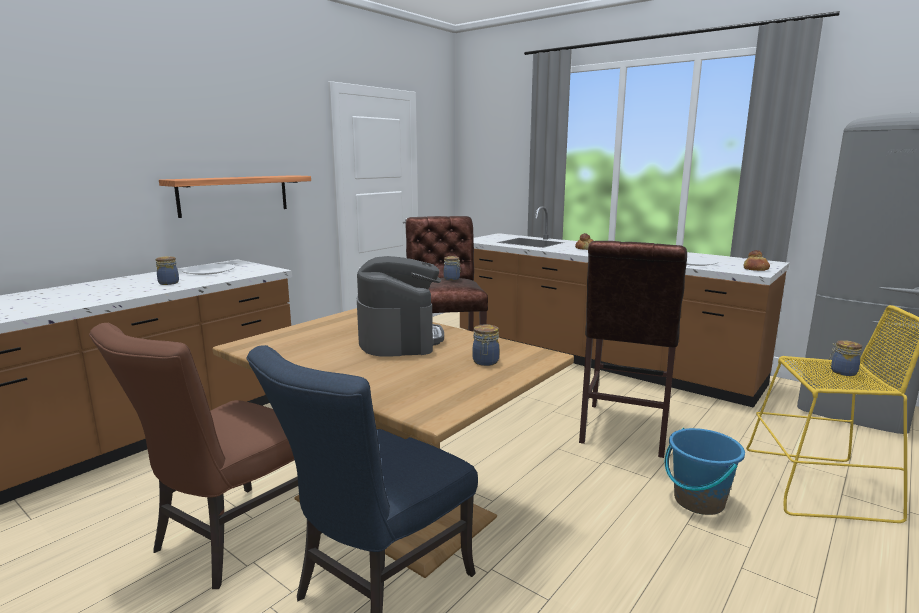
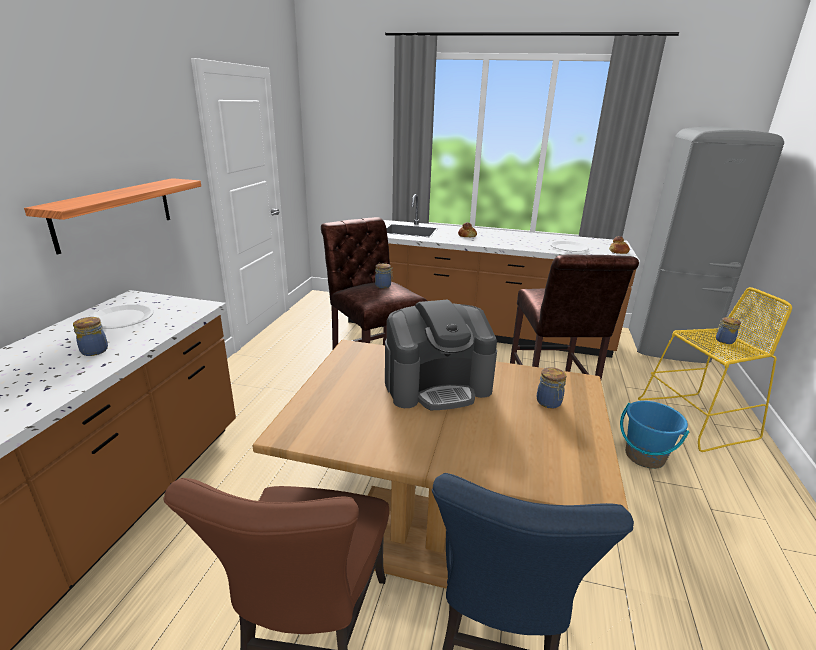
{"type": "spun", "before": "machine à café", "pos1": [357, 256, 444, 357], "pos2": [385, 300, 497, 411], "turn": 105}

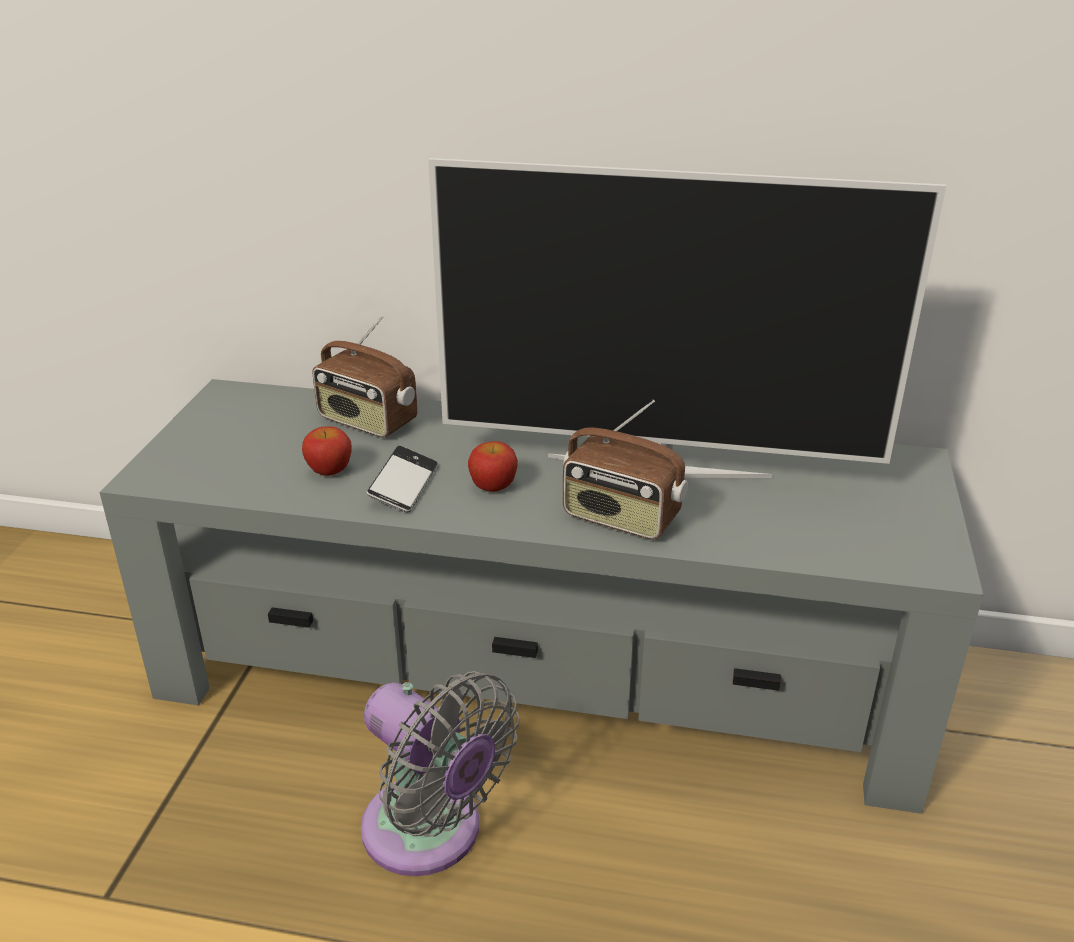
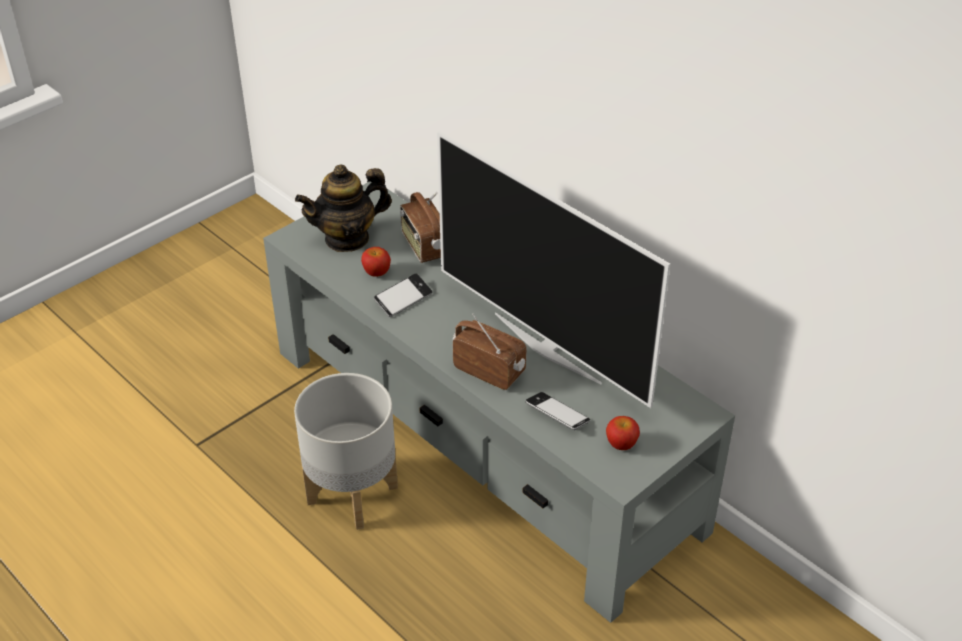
{"type": "exchanged", "before": "ventilateur/gris", "after": "cache-pot/gris", "pos1": [361, 671, 520, 876], "pos2": [294, 373, 398, 530]}
{"type": "relocated", "before": "pomme", "pos1": [468, 441, 518, 492], "pos2": [606, 416, 640, 450]}
{"type": "spun", "before": "radio", "pos1": [563, 400, 688, 540], "pos2": [453, 314, 526, 390], "turn": 150}
{"type": "appeared", "after": "théière", "pos2": [295, 165, 392, 252]}
{"type": "appeared", "after": "téléphone", "pos2": [525, 392, 590, 430]}

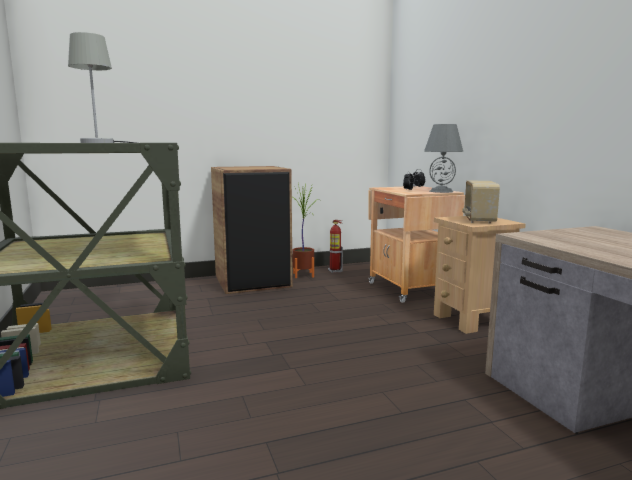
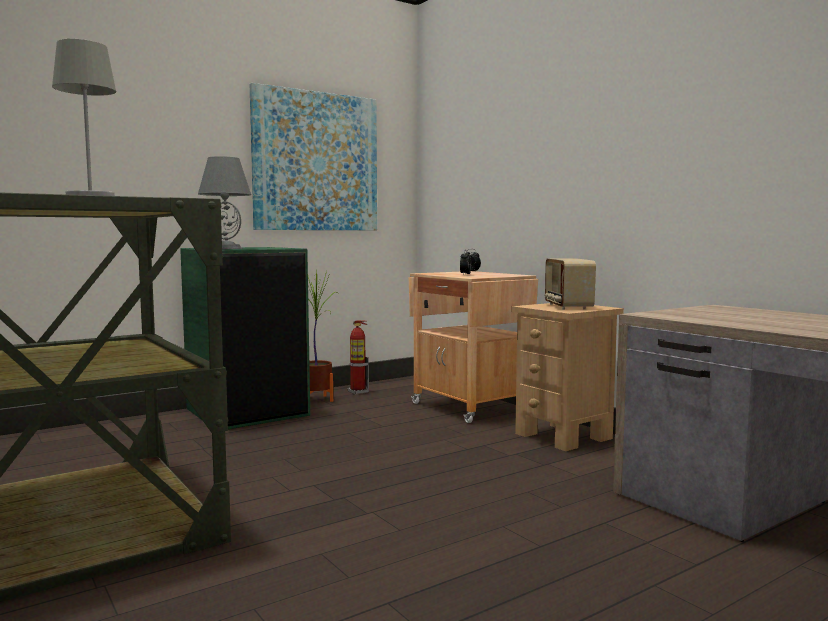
{"type": "colour", "before": "meuble de rangement/marron", "after": "meuble de rangement/vert", "pos1": [211, 166, 293, 294], "pos2": [180, 247, 310, 429]}
{"type": "relocated", "before": "lampe de table/gris", "pos1": [424, 124, 463, 193], "pos2": [198, 156, 251, 249]}
{"type": "appeared", "after": "tableau", "pos2": [250, 83, 377, 230]}

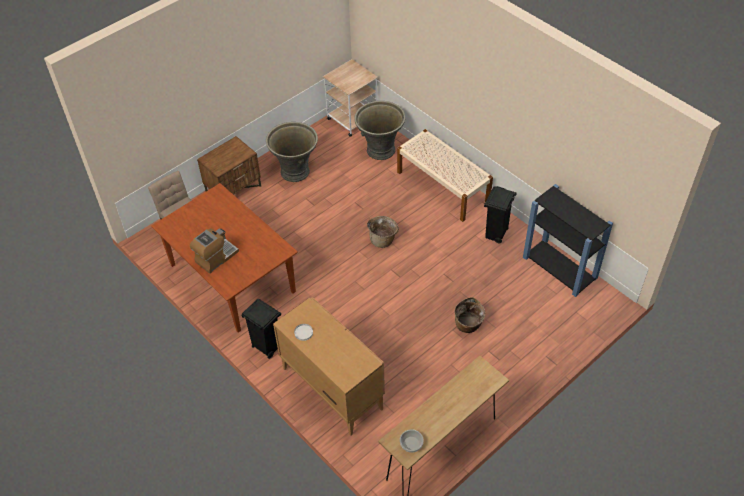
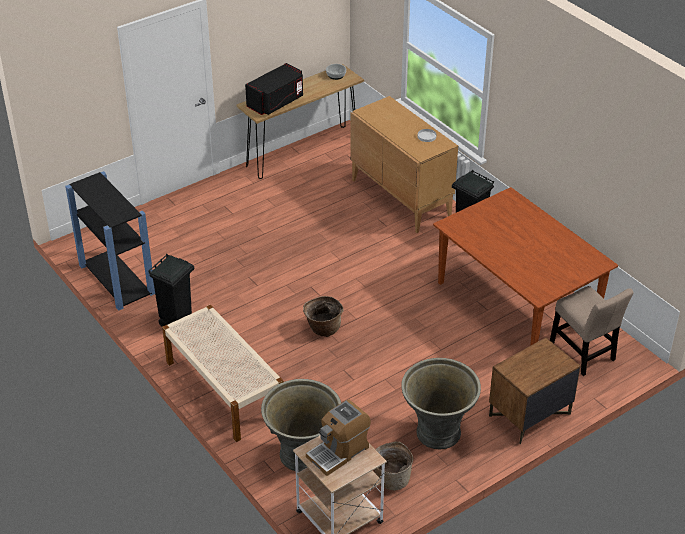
{"type": "relocated", "before": "machine à café", "pos1": [190, 228, 239, 274], "pos2": [306, 400, 371, 476]}
{"type": "relocated", "before": "panier", "pos1": [455, 297, 485, 333], "pos2": [374, 441, 413, 490]}
{"type": "appeared", "after": "micro-ondes/noir", "pos2": [245, 63, 303, 115]}

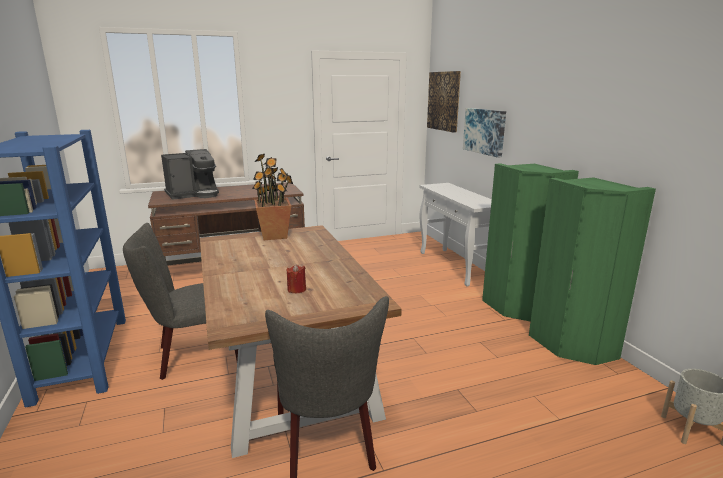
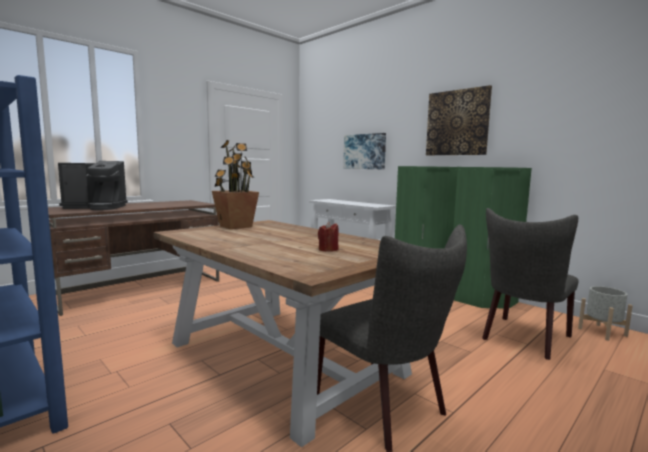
{"type": "relocated", "before": "chaise/gris", "pos1": [123, 223, 238, 380], "pos2": [482, 208, 578, 360]}
{"type": "spun", "before": "machine à café", "pos1": [161, 149, 219, 200], "pos2": [58, 161, 128, 210], "turn": 45}
{"type": "relocated", "before": "tableau", "pos1": [427, 71, 461, 133], "pos2": [426, 85, 492, 155]}

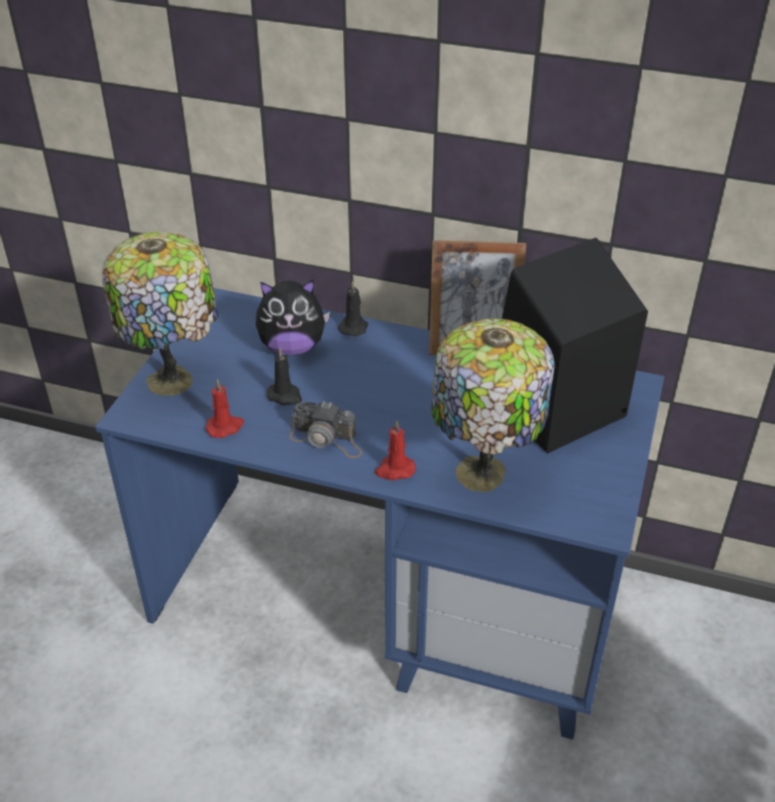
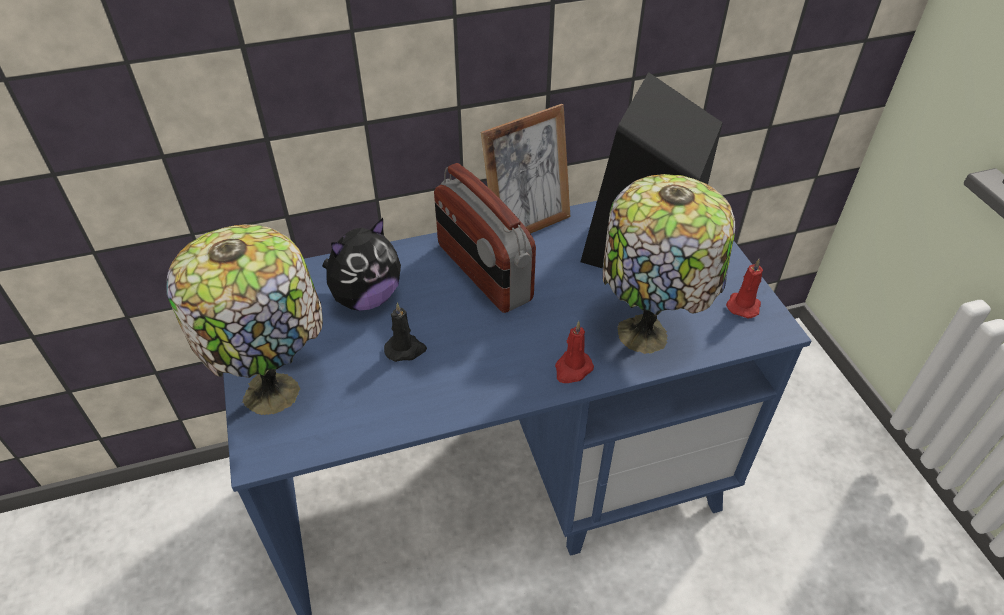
{"type": "relocated", "before": "bougie/rouge", "pos1": [205, 379, 244, 438], "pos2": [726, 259, 763, 318]}
{"type": "missing", "before": "appareil photo", "pos1": [289, 401, 362, 458]}
{"type": "missing", "before": "bougie/noir", "pos1": [338, 281, 368, 336]}
{"type": "appeared", "after": "radio", "pos2": [434, 163, 536, 313]}

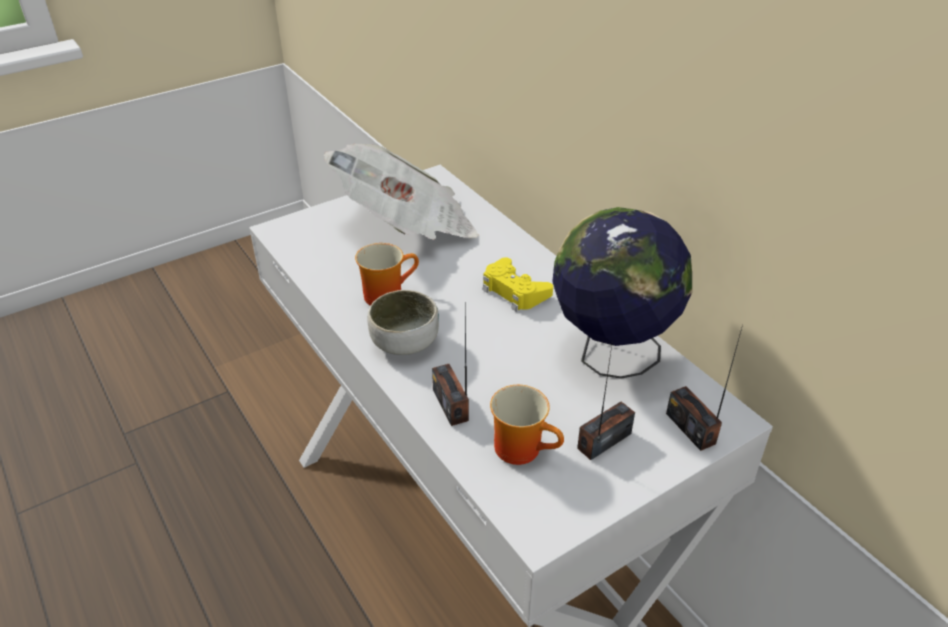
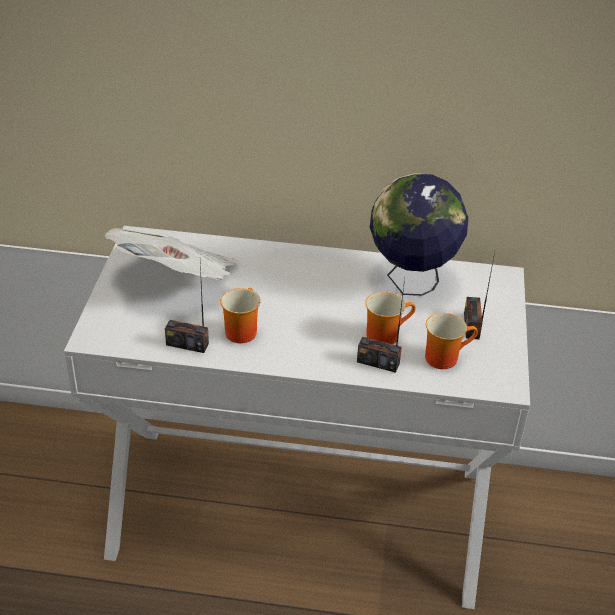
{"type": "missing", "before": "bol", "pos1": [367, 290, 439, 355]}
{"type": "missing", "before": "manette/jaune", "pos1": [483, 257, 553, 312]}
{"type": "relocated", "before": "radio", "pos1": [666, 324, 743, 451], "pos2": [165, 264, 209, 353]}
{"type": "appeared", "after": "mug", "pos2": [365, 291, 416, 344]}

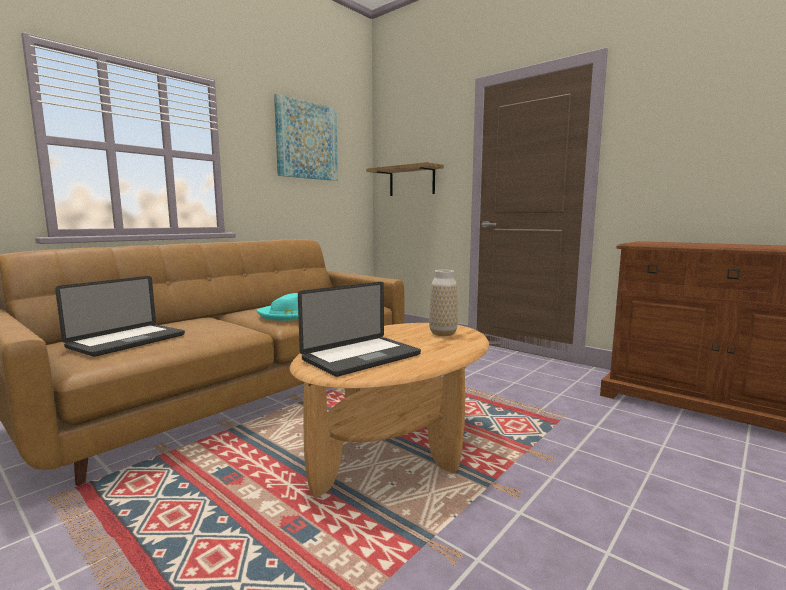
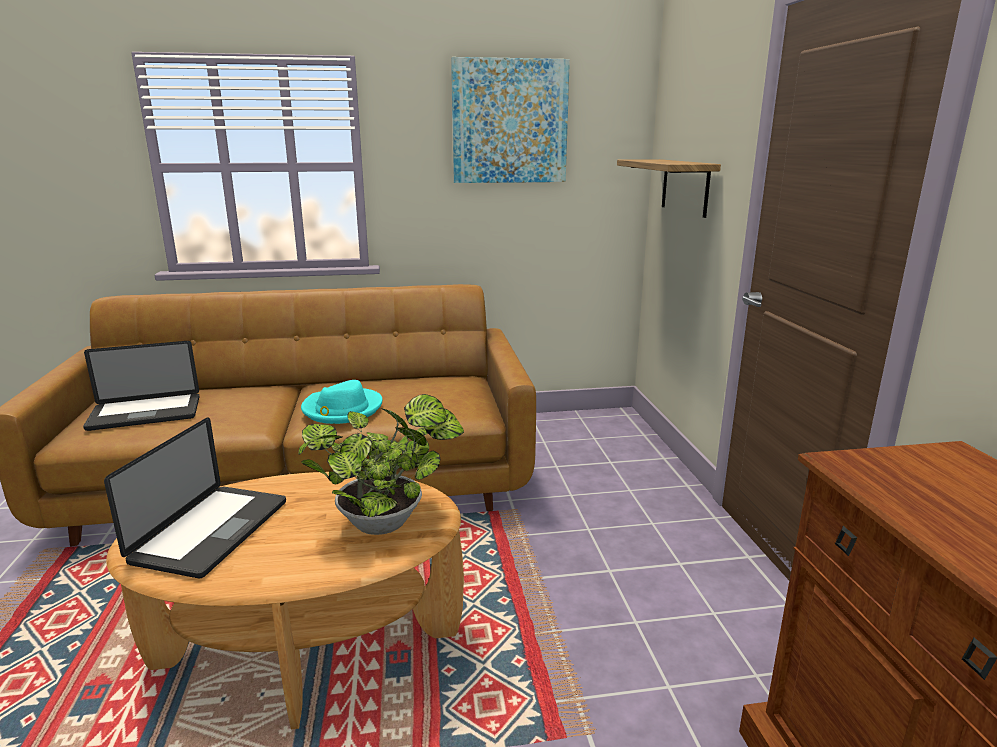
{"type": "spun", "before": "ordinateur portable", "pos1": [298, 282, 421, 377], "pos2": [104, 417, 286, 579], "turn": -75}
{"type": "exchanged", "before": "vase", "after": "plante en pot", "pos1": [429, 270, 458, 336], "pos2": [298, 394, 464, 535]}

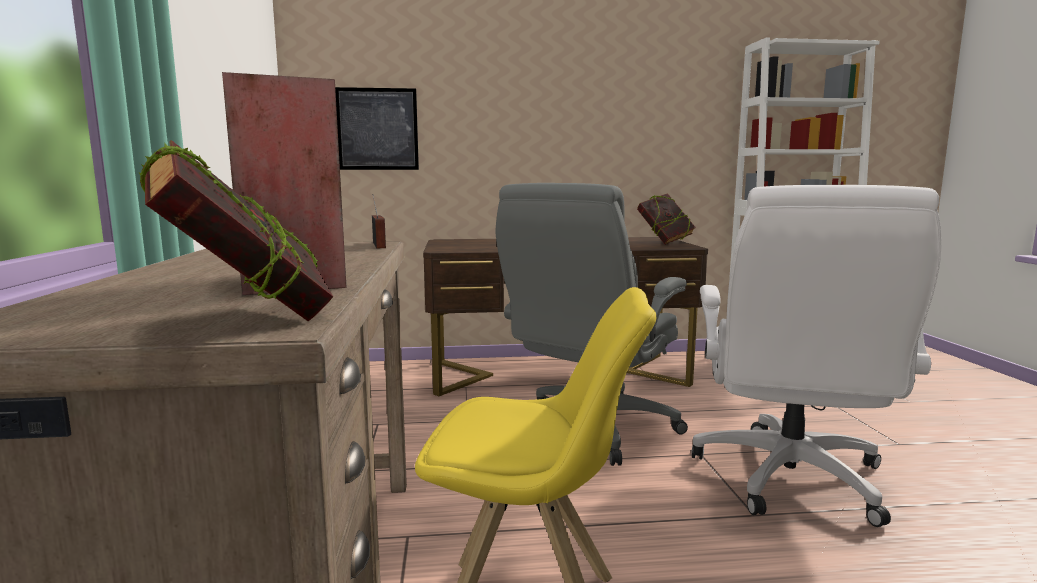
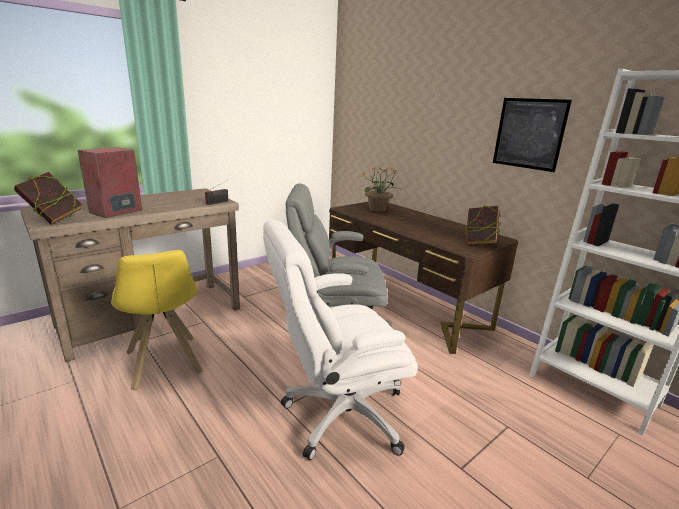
{"type": "relocated", "before": "tableau", "pos1": [335, 87, 419, 170], "pos2": [493, 98, 572, 172]}
{"type": "appeared", "after": "plante en pot", "pos2": [362, 167, 400, 212]}

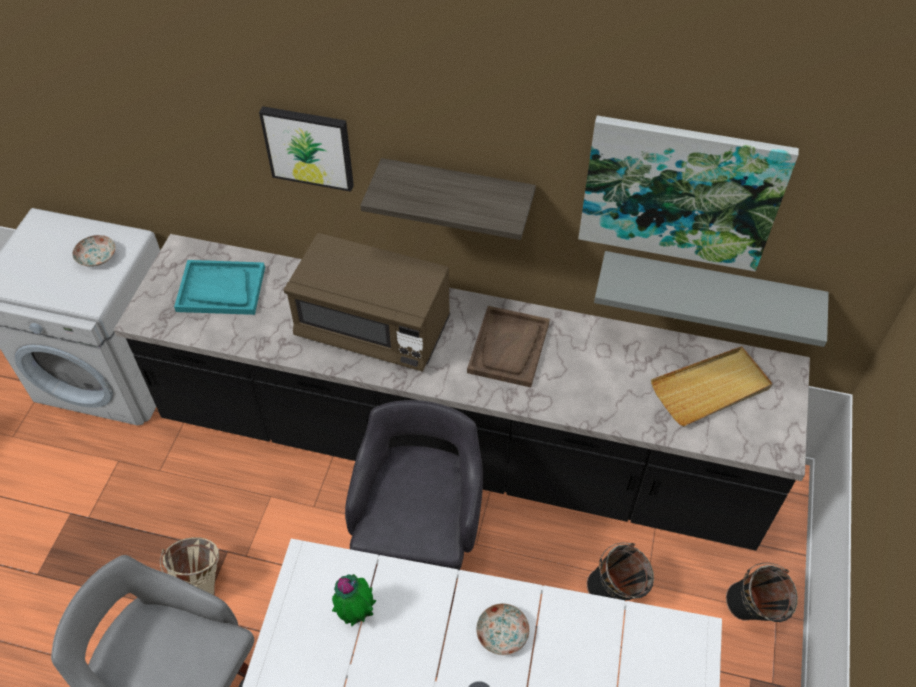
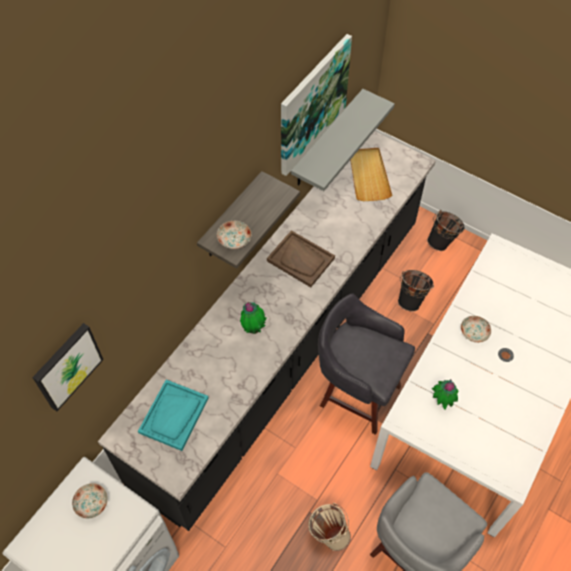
{"type": "relocated", "before": "tableau", "pos1": [259, 106, 354, 192], "pos2": [32, 323, 104, 411]}
{"type": "exchanged", "before": "micro-ondes/marron", "after": "plante en pot", "pos1": [284, 233, 450, 372], "pos2": [240, 302, 267, 334]}
{"type": "appeared", "after": "assiette", "pos2": [217, 221, 251, 249]}

